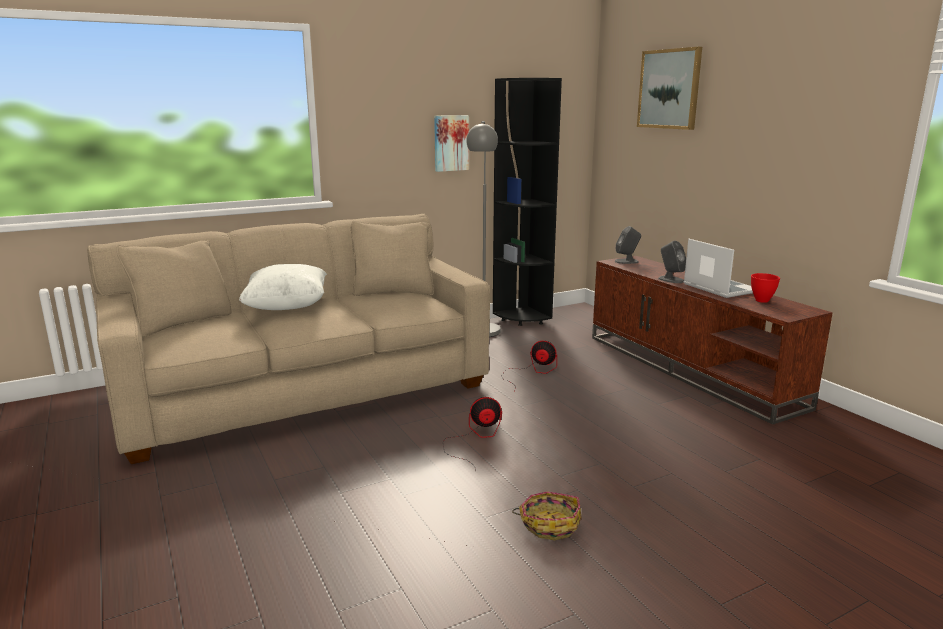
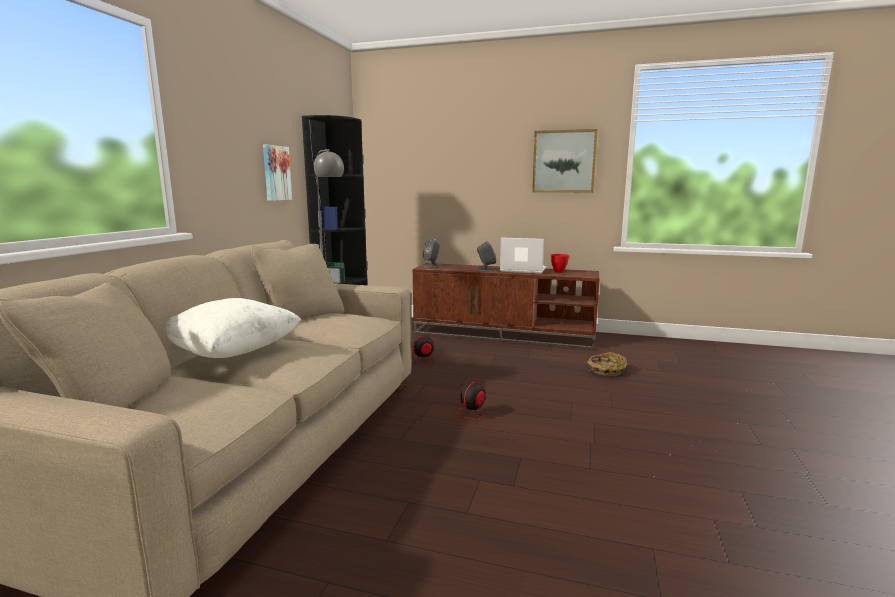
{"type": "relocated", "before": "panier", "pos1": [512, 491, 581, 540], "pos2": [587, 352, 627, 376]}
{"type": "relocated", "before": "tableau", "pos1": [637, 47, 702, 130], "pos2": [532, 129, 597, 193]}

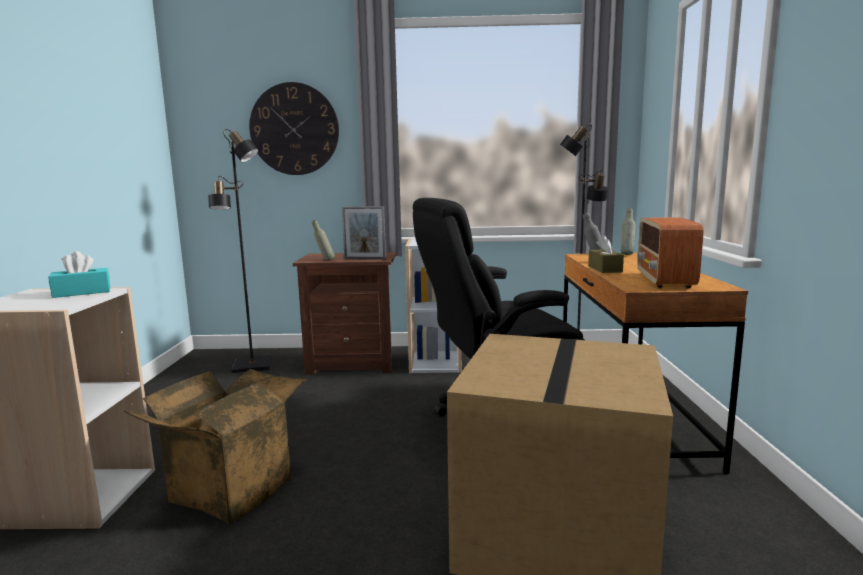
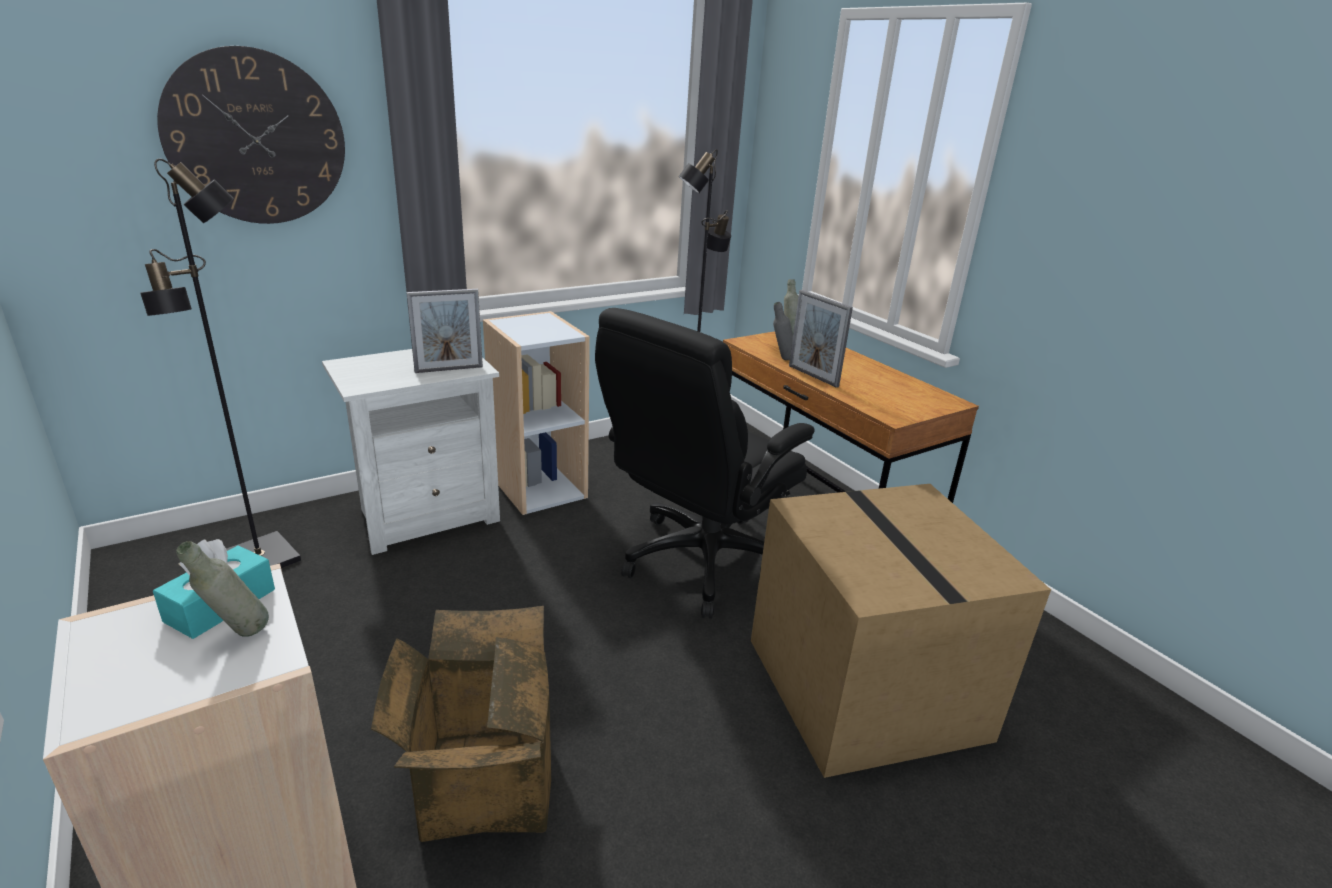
{"type": "colour", "before": "table de chevet/marron", "after": "table de chevet/blanc", "pos1": [293, 252, 396, 375], "pos2": [322, 349, 500, 555]}
{"type": "relocated", "before": "bouteille/gris", "pos1": [312, 220, 335, 261], "pos2": [176, 541, 269, 637]}
{"type": "exchanged", "before": "boîte à mouchoirs/marron", "after": "cadre photo", "pos1": [588, 236, 624, 273], "pos2": [789, 290, 853, 388]}
{"type": "missing", "before": "radio", "pos1": [637, 217, 703, 288]}

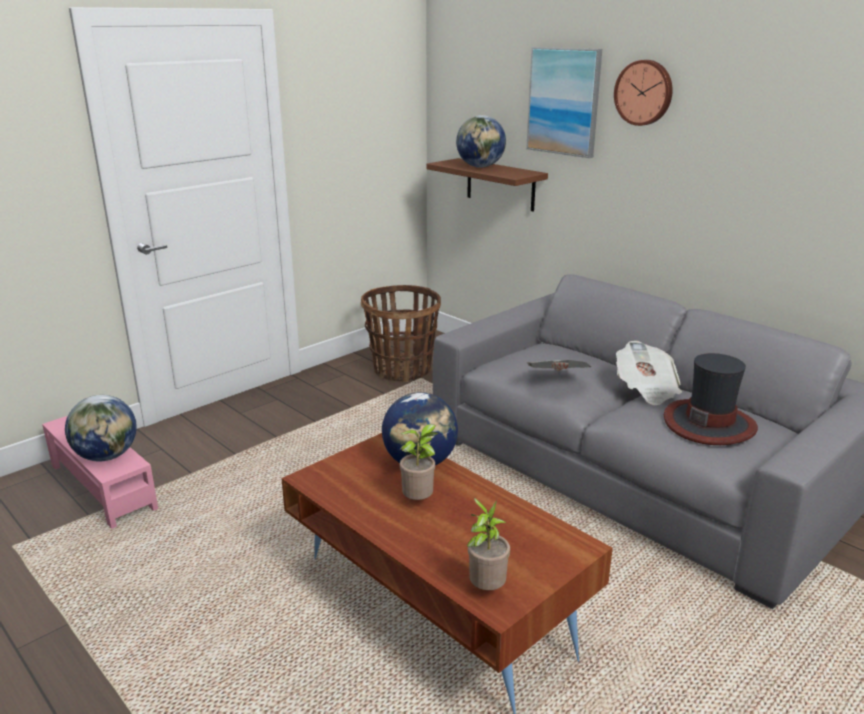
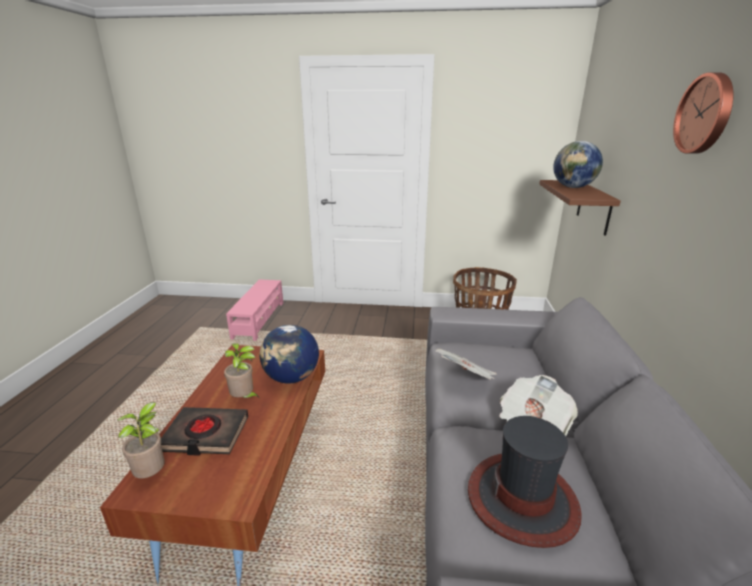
{"type": "missing", "before": "globe", "pos1": [65, 395, 137, 462]}
{"type": "missing", "before": "tableau", "pos1": [526, 47, 602, 158]}
{"type": "appeared", "after": "livre/noir", "pos2": [161, 407, 248, 456]}

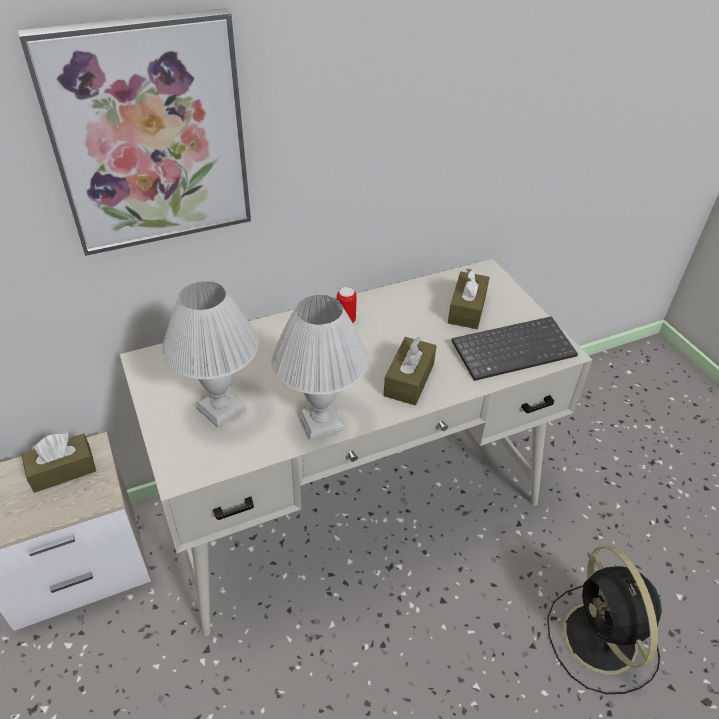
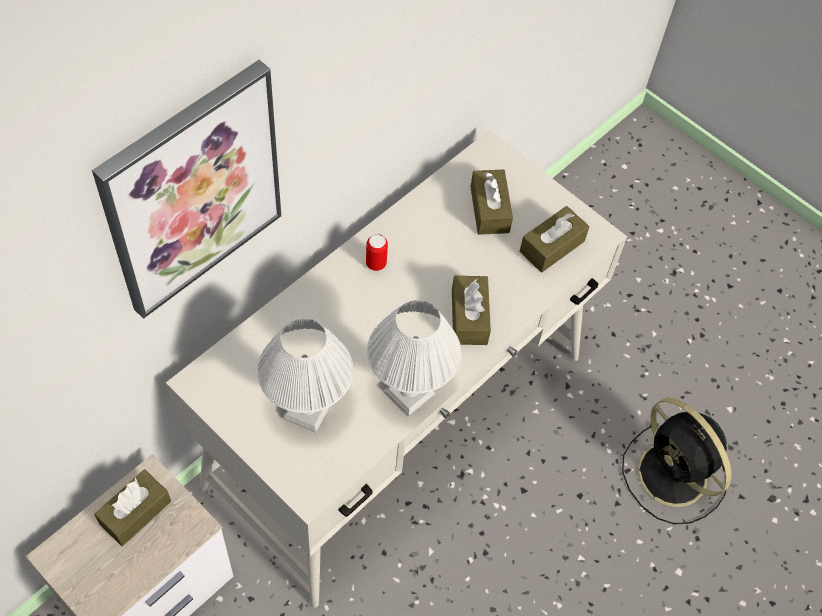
{"type": "exchanged", "before": "clavier", "after": "boîte à mouchoirs/marron", "pos1": [451, 316, 578, 381], "pos2": [520, 206, 589, 272]}

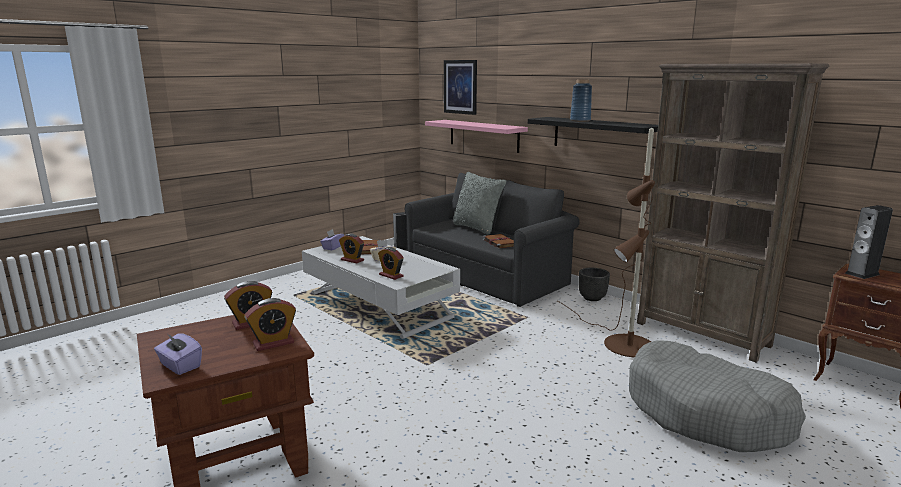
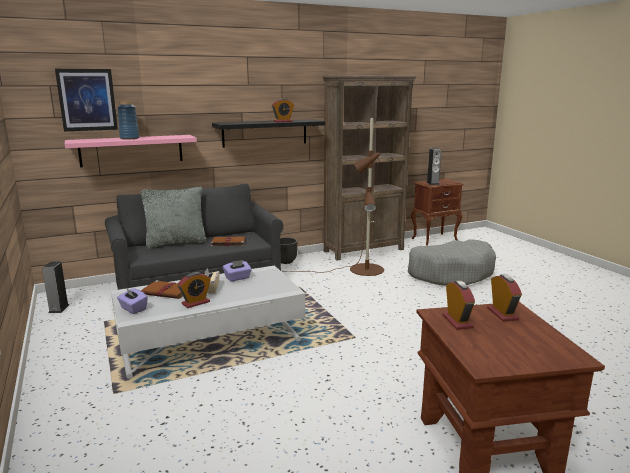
{"type": "relocated", "before": "boîte à mouchoirs/violet", "pos1": [154, 332, 202, 375], "pos2": [223, 260, 252, 282]}
{"type": "relocated", "before": "réveil", "pos1": [378, 247, 404, 280], "pos2": [272, 99, 294, 122]}
{"type": "relocated", "before": "vase/bleu", "pos1": [570, 79, 592, 121], "pos2": [117, 101, 140, 139]}

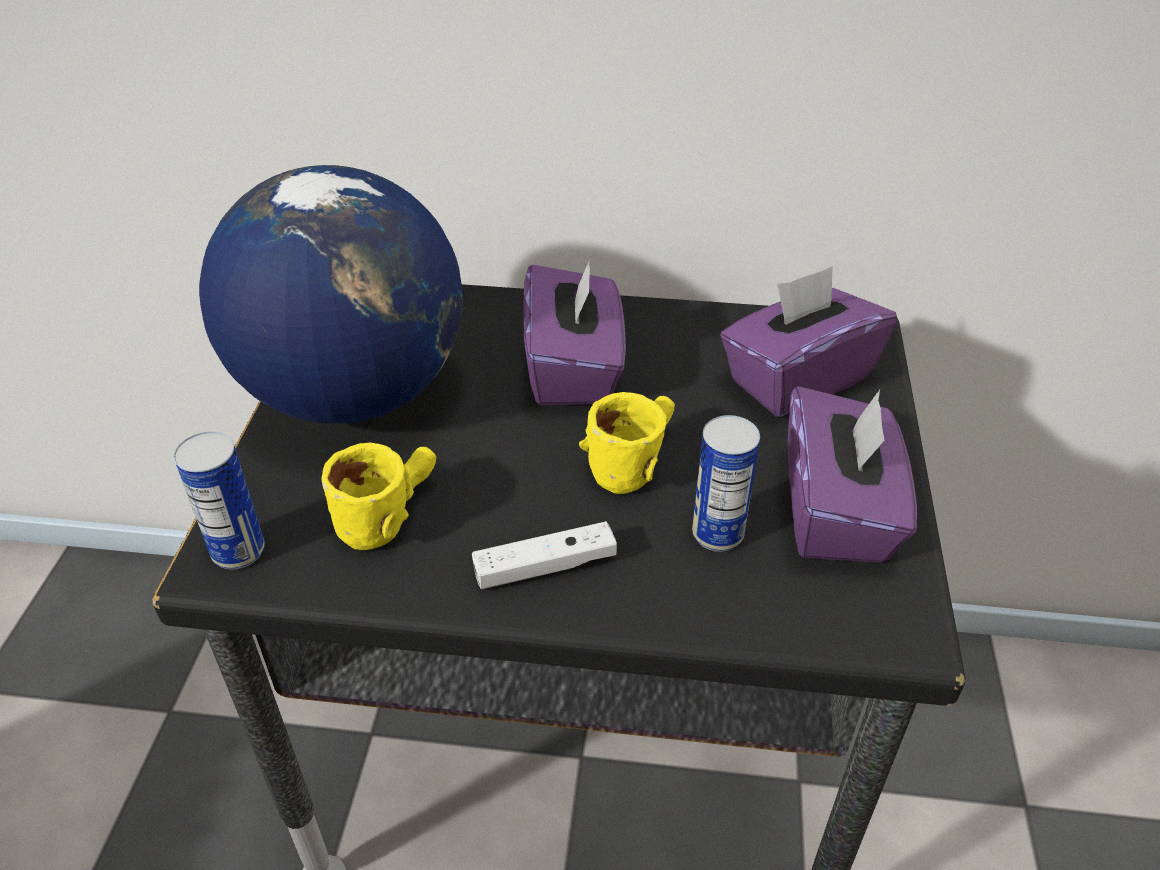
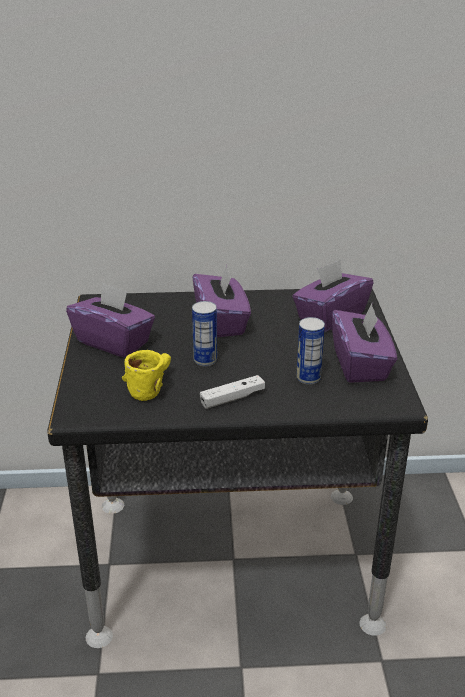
{"type": "relocated", "before": "boîte métallique", "pos1": [174, 432, 265, 569], "pos2": [192, 301, 217, 366]}
{"type": "exchanged", "before": "globe", "after": "boîte à mouchoirs/violet", "pos1": [199, 165, 463, 424], "pos2": [66, 282, 155, 358]}
{"type": "missing", "before": "mug/jaune", "pos1": [579, 392, 675, 494]}

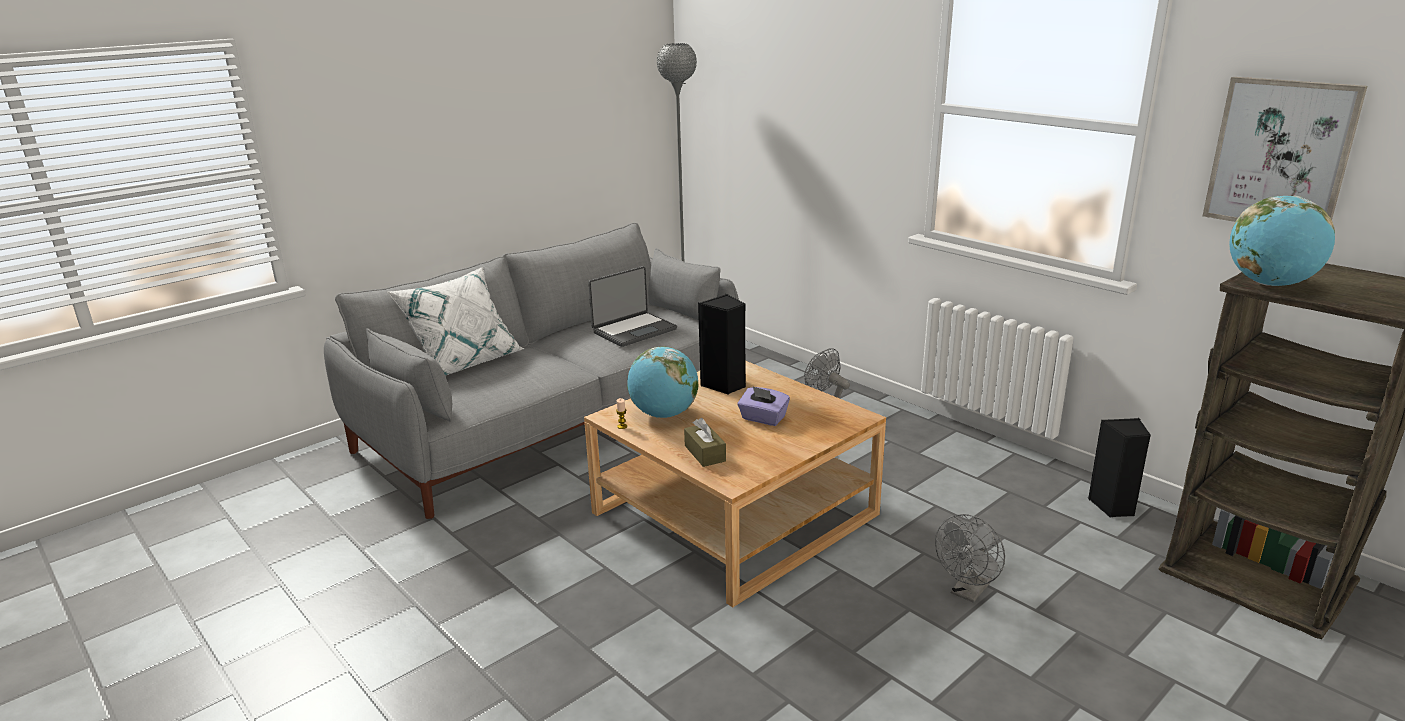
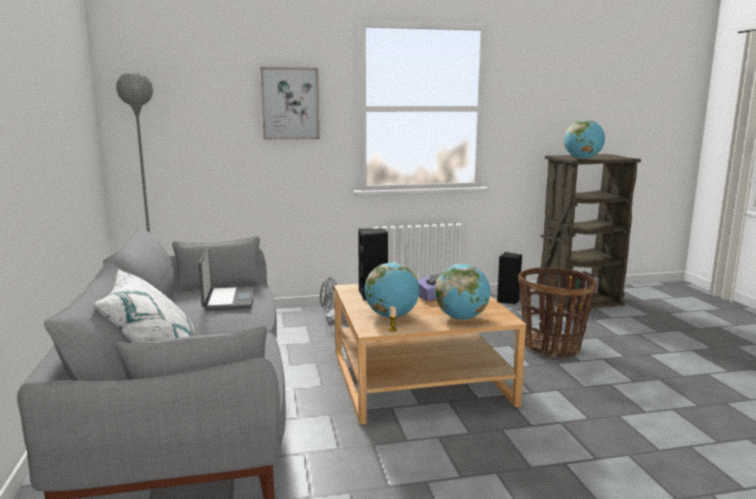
{"type": "exchanged", "before": "boîte à mouchoirs/marron", "after": "globe", "pos1": [684, 418, 726, 467], "pos2": [435, 264, 490, 320]}
{"type": "exchanged", "before": "ventilateur/gris", "after": "panier", "pos1": [935, 514, 1005, 603], "pos2": [518, 267, 597, 358]}
{"type": "relocated", "before": "tableau", "pos1": [1203, 77, 1367, 222], "pos2": [260, 67, 320, 140]}

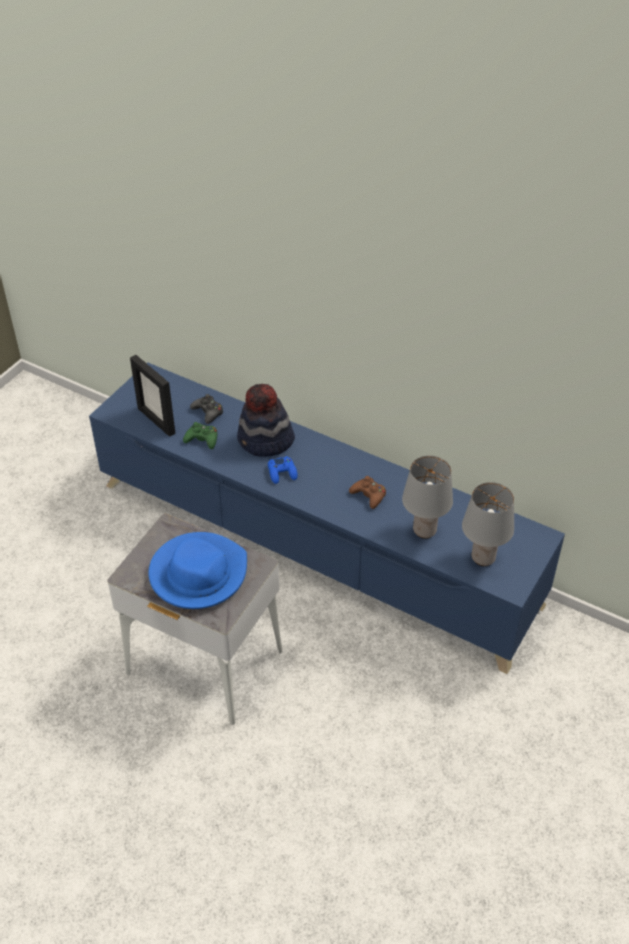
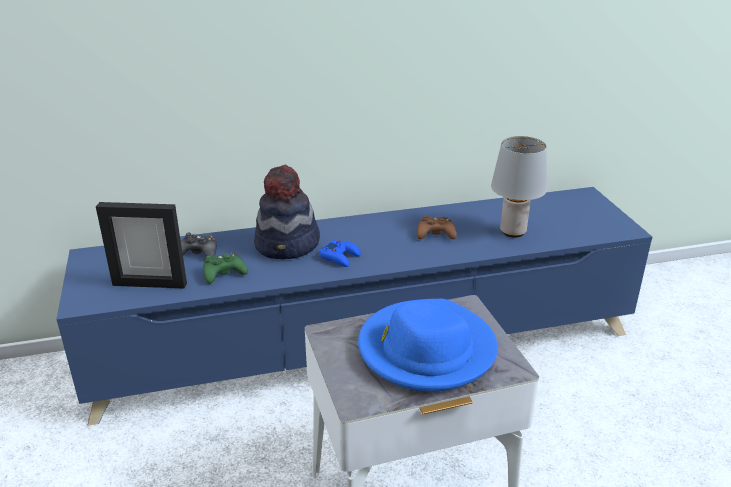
{"type": "missing", "before": "lampe de table/gris", "pos1": [462, 482, 514, 566]}

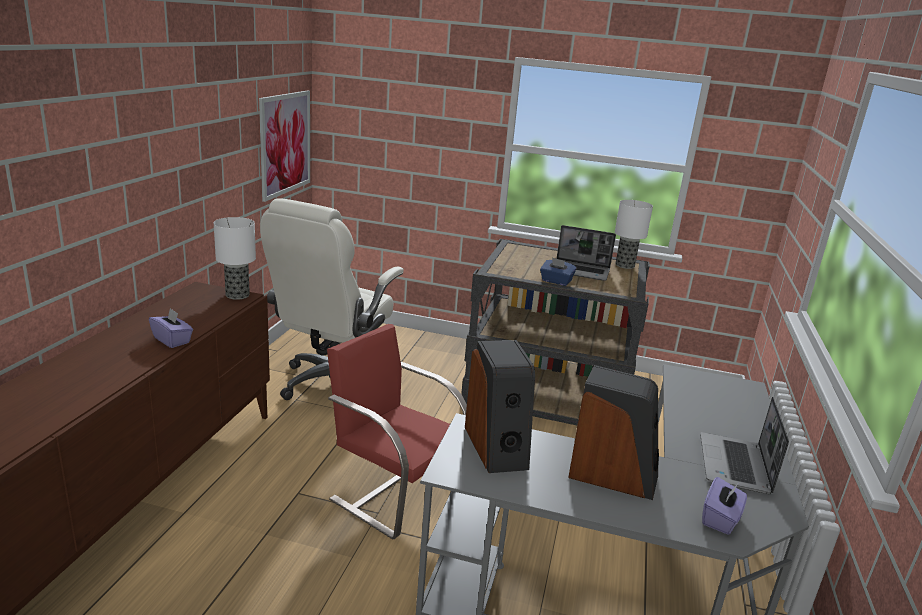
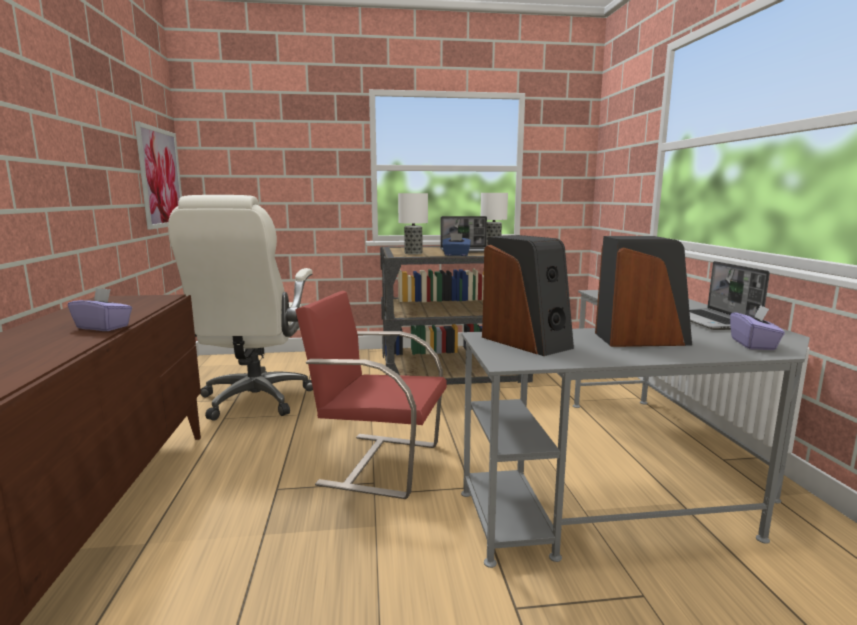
{"type": "relocated", "before": "lampe de table", "pos1": [214, 217, 256, 300], "pos2": [398, 193, 428, 255]}

